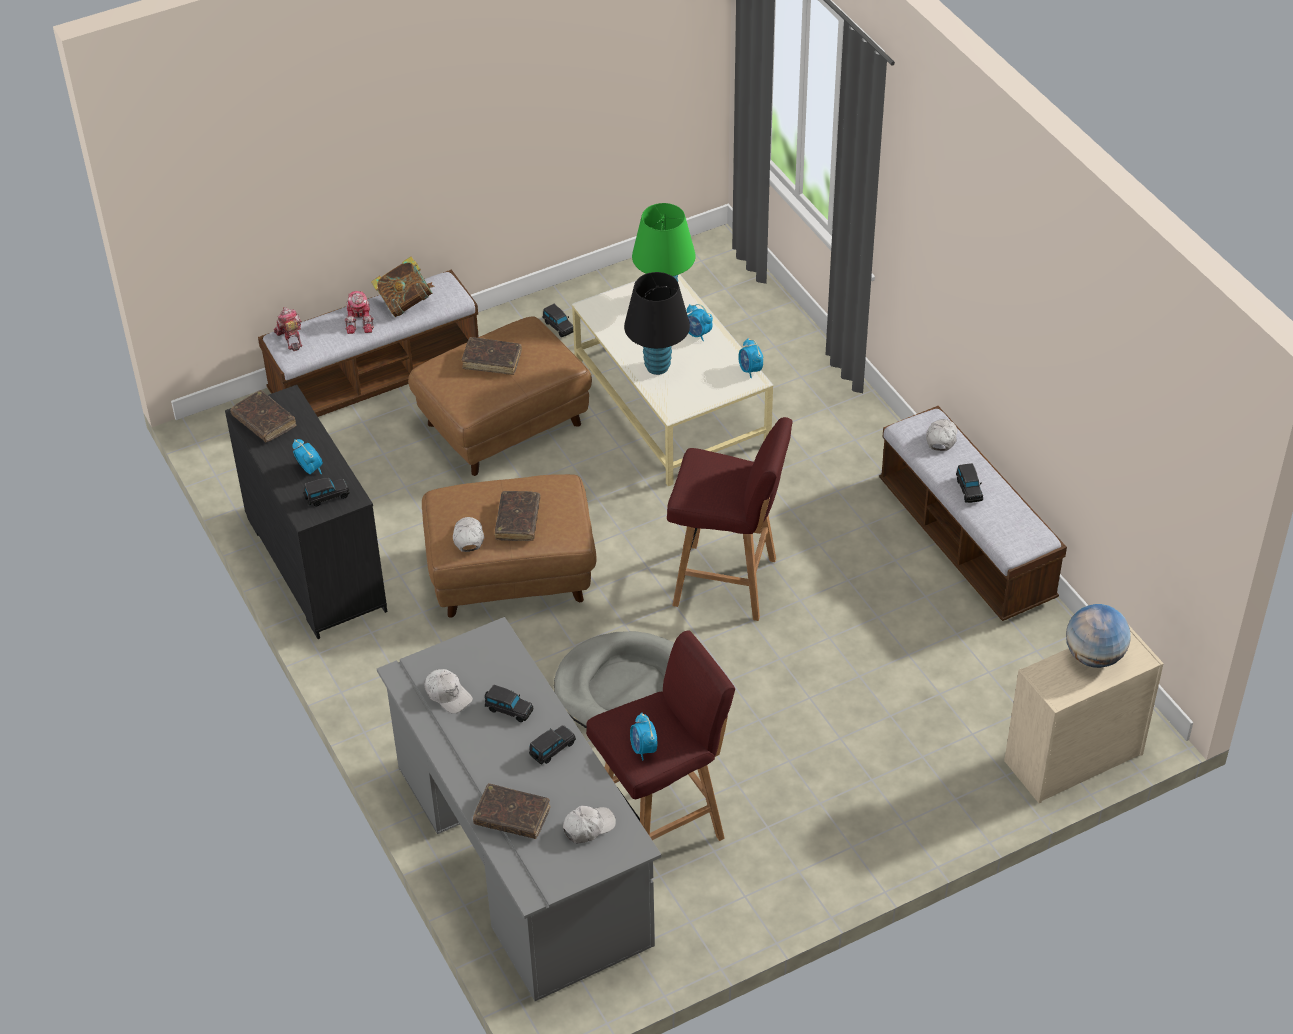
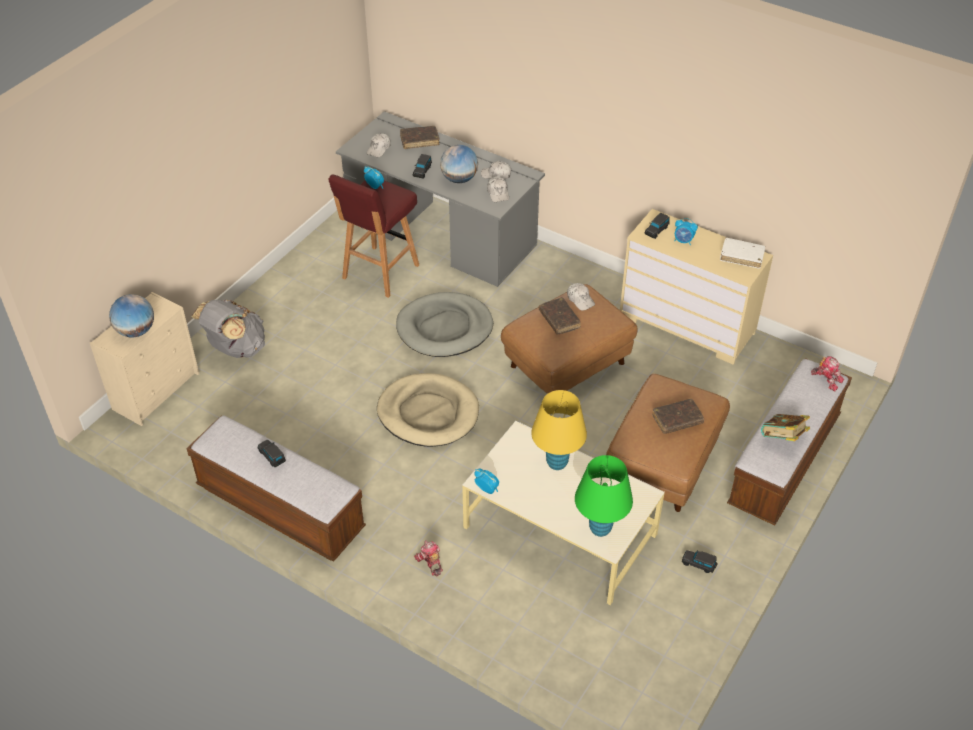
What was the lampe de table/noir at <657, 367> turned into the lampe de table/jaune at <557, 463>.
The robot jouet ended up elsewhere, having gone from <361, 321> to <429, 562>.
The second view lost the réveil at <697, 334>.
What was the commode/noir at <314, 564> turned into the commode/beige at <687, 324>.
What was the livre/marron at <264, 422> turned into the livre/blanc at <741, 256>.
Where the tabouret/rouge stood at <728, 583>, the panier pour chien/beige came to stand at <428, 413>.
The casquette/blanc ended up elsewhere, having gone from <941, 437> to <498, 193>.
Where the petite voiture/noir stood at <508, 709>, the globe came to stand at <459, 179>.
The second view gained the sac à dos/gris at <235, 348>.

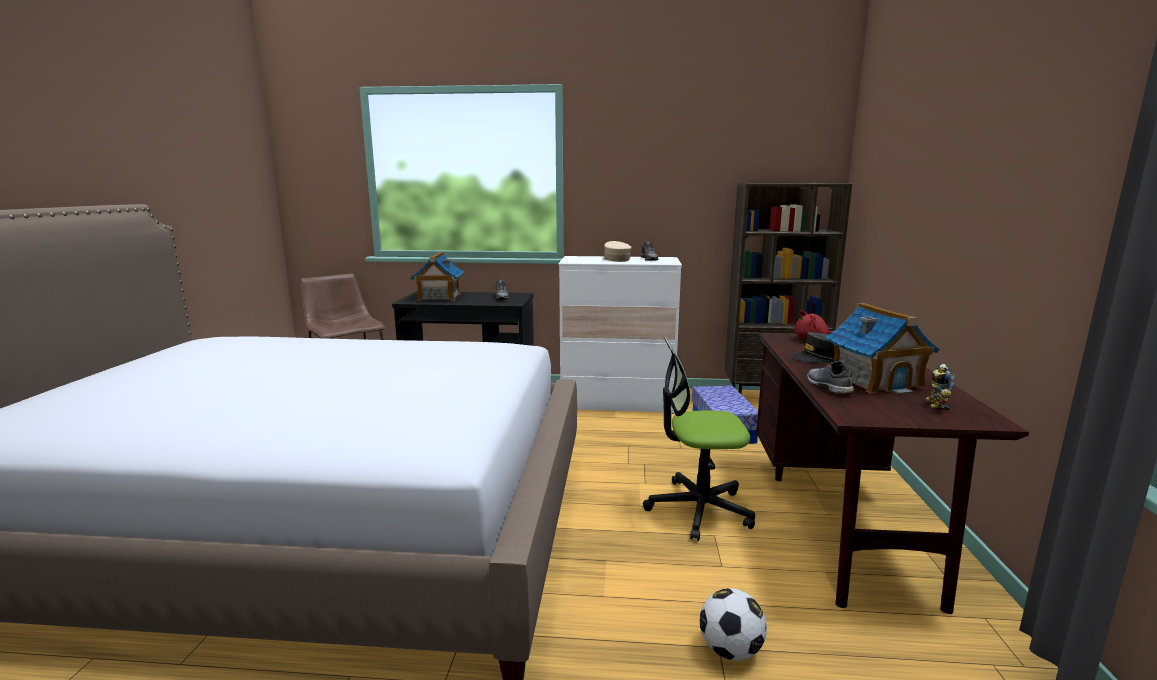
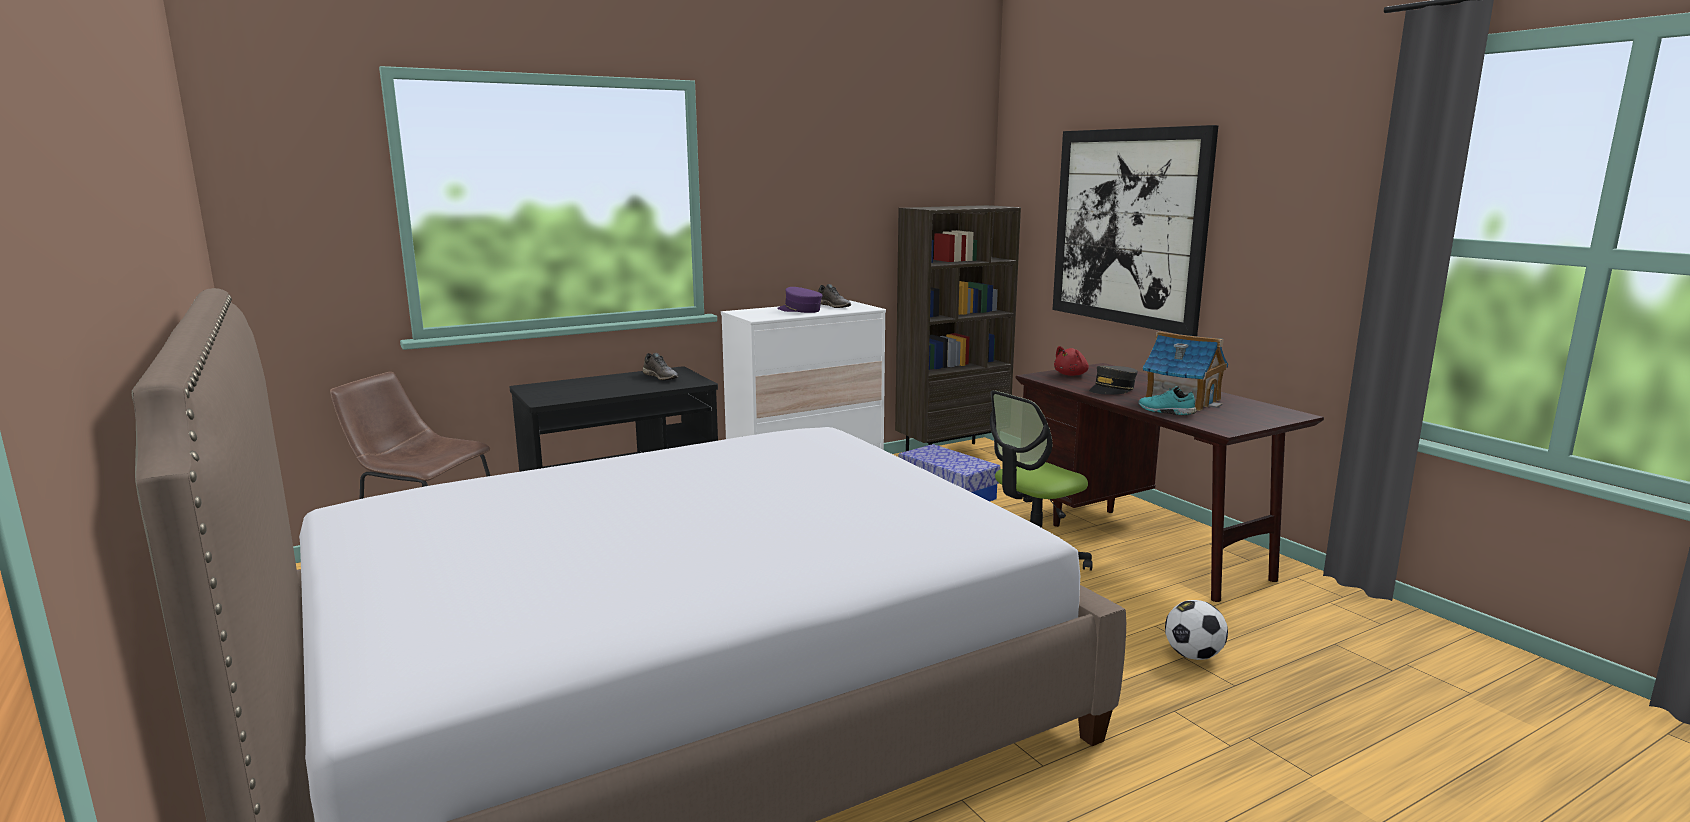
What was the casquette/beige at <615, 259> turned into the casquette/violet at <800, 310>.
The second view lost the maison miniature at <439, 297>.
What was the chaussure/gris at <827, 386> turned into the chaussure/turquoise at <1165, 411>.
The second view lost the robot jouet at <934, 405>.
The second view gained the tableau at <1128, 227>.

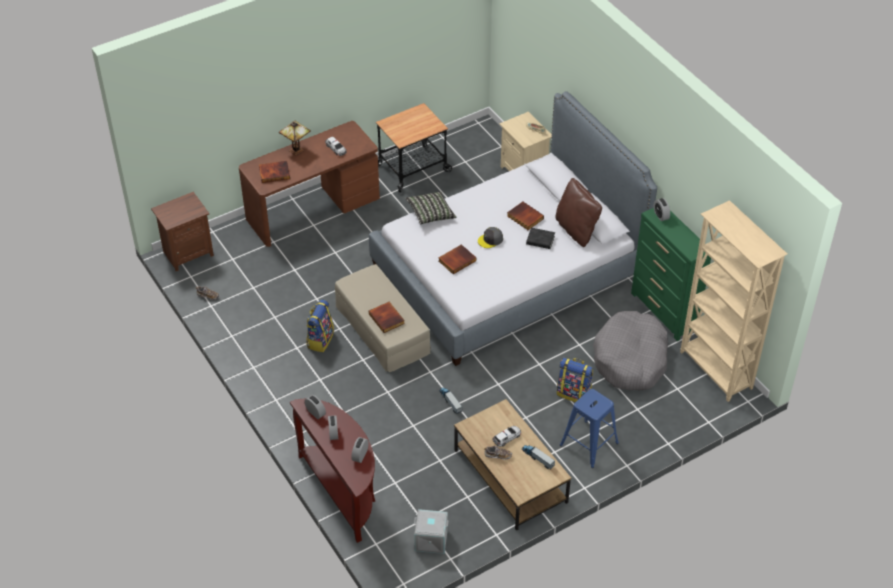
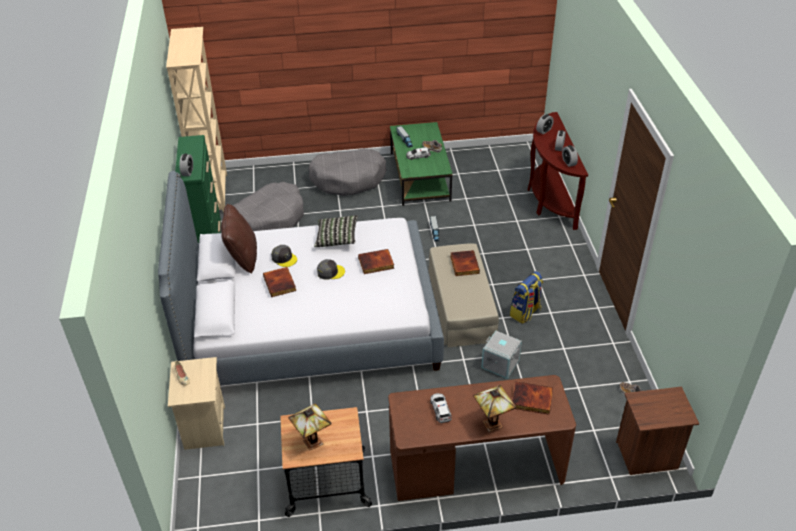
The coussin ended up elsewhere, having gone from <430, 214> to <336, 238>.
Where the livre/noir stood at <540, 240>, the casquette/gris came to stand at <284, 258>.
The second view lost the sac à dos at <574, 393>.
Where the tabouret/bleu stood at <589, 443>, the panier pour chien/gris came to stand at <348, 179>.
What was the table basse/marron at <509, 475> turned into the table basse/vert at <420, 176>.
The boîte de rangement/gris ended up elsewhere, having gone from <431, 540> to <501, 363>.
The second view gained the lampe de table at <312, 443>.

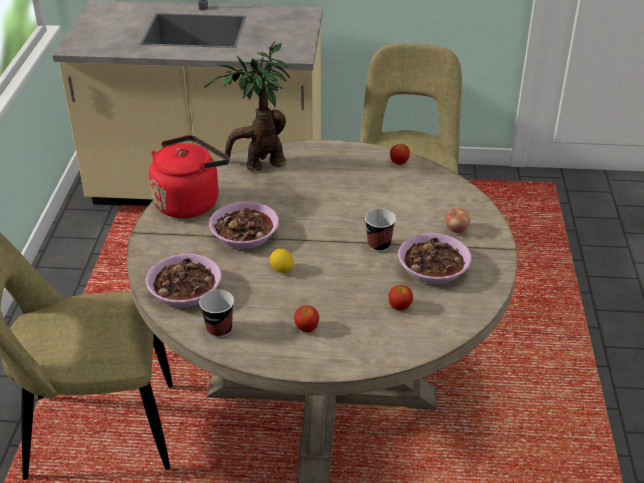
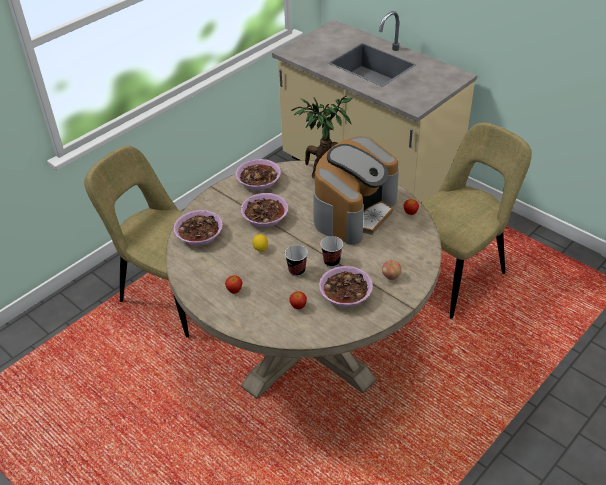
Where the bouilloire/rouge stood at <189, 201>, the bol came to stand at <259, 181>.
The tasse ended up elsewhere, having gone from <219, 329> to <297, 270>.
The second view gained the machine à café at <354, 211>.

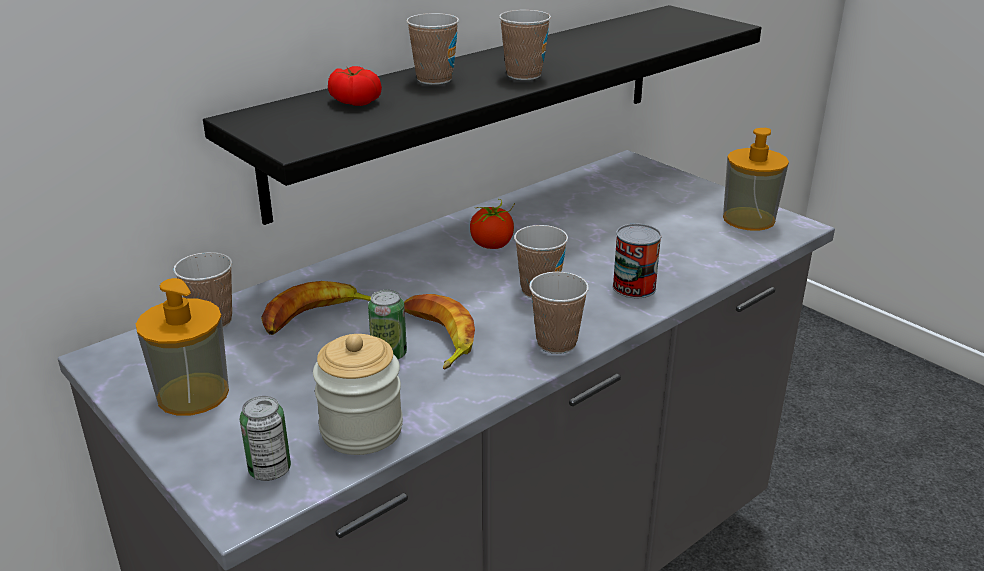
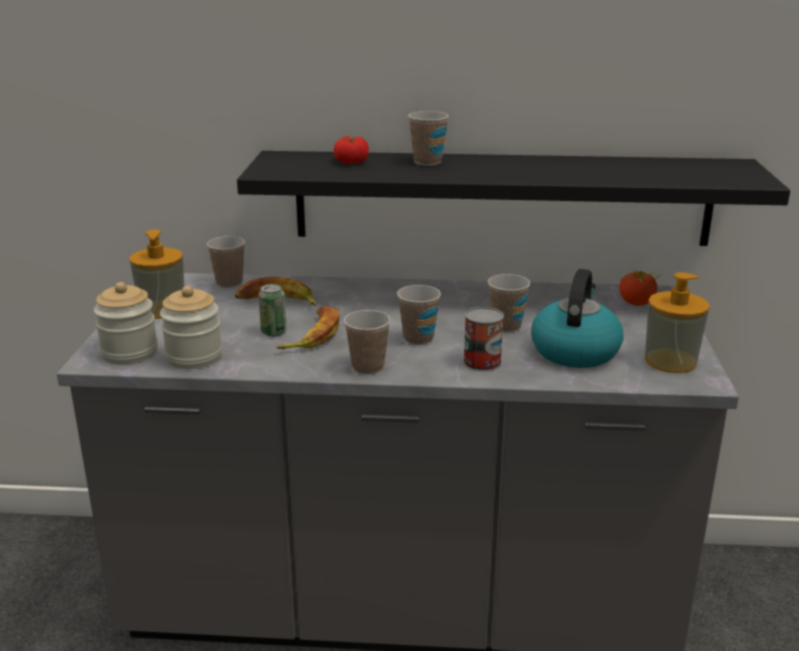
The tasse ended up elsewhere, having gone from <524, 75> to <506, 326>.
The tomate ended up elsewhere, having gone from <492, 245> to <636, 303>.
Where the boîte métallique stood at <270, 470>, the bocal came to stand at <130, 353>.
The second view gained the bouilloire at <574, 351>.

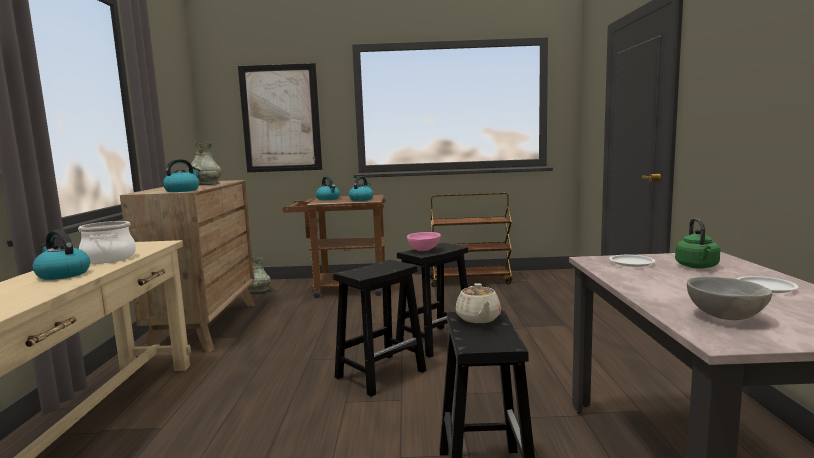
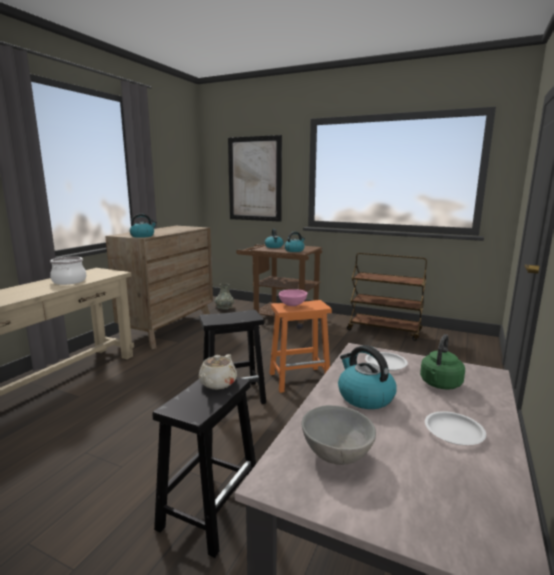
The second view lost the vase/gris at <205, 184>.
The bouilloire ended up elsewhere, having gone from <62, 274> to <364, 397>.
What was the tabouret/noir at <436, 340> turned into the tabouret/orange at <300, 379>.

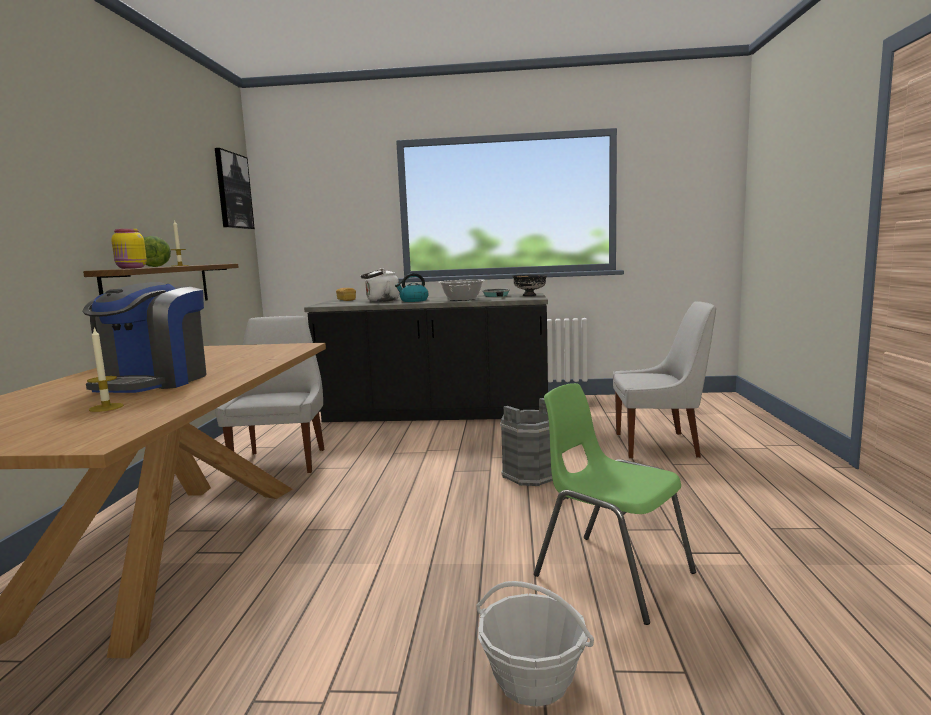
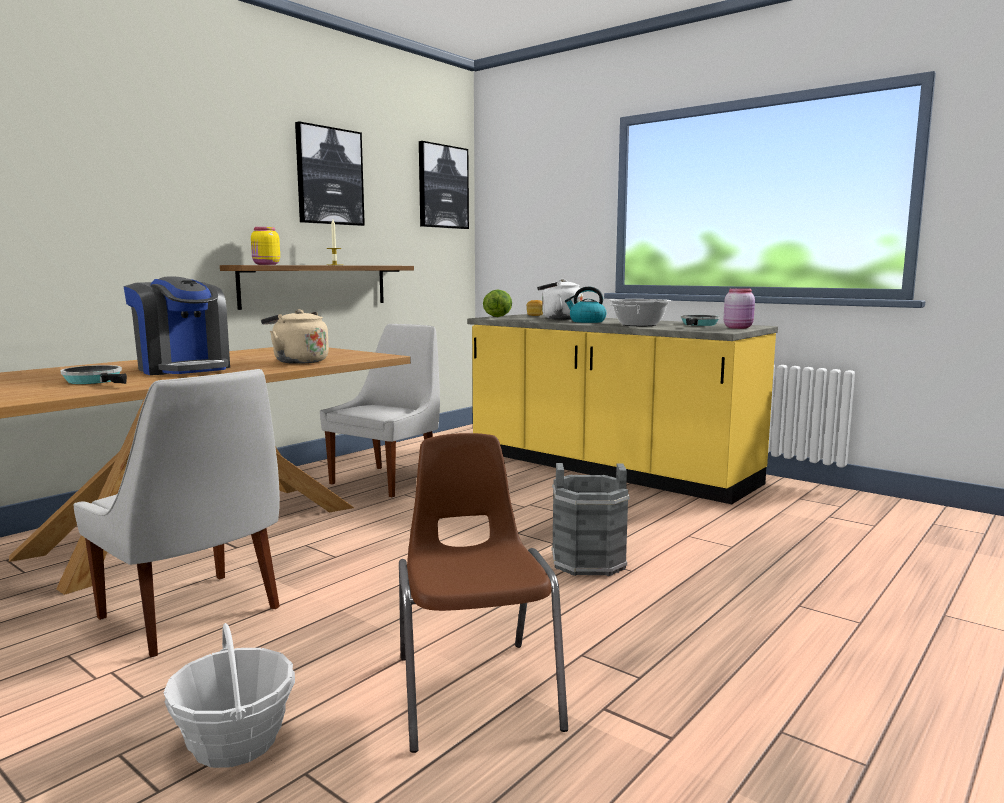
The laitue ended up elsewhere, having gone from <155, 267> to <498, 316>.
Where the bol/noir stood at <530, 295>, the bocal/rose came to stand at <738, 327>.
The machine à café at <154, 382> ended up facing another way, 90 degrees counterclockwise from before.
What was the comptoir de cuisine/noir at <435, 413> turned into the comptoir de cuisine/jaune at <607, 469>.
The chaise/blanc ended up elsewhere, having gone from <660, 445> to <193, 615>.
Where the bougie stood at <106, 407>, the poêle came to stand at <95, 381>.
What was the chaise/vert at <611, 574> turned into the chaise/marron at <475, 690>.
The second view gained the tableau at <329, 176>.
The second view gained the bouilloire/beige at <298, 361>.

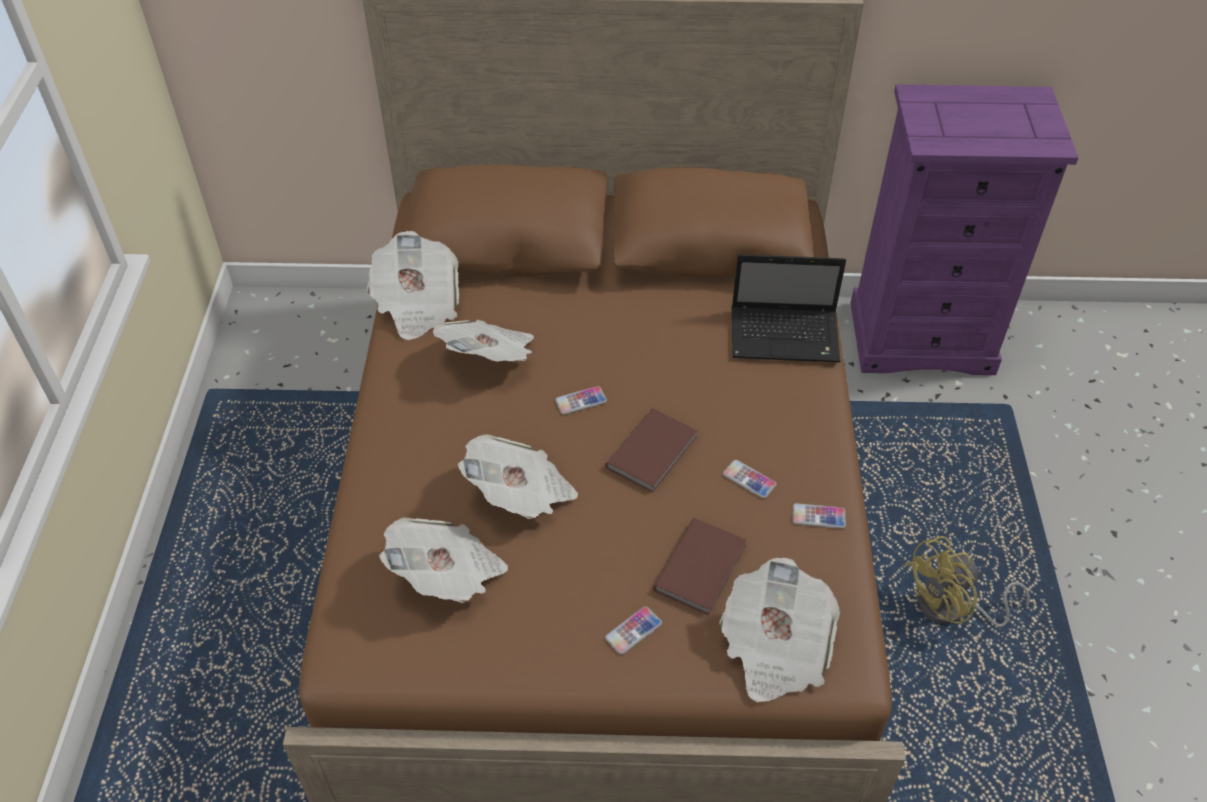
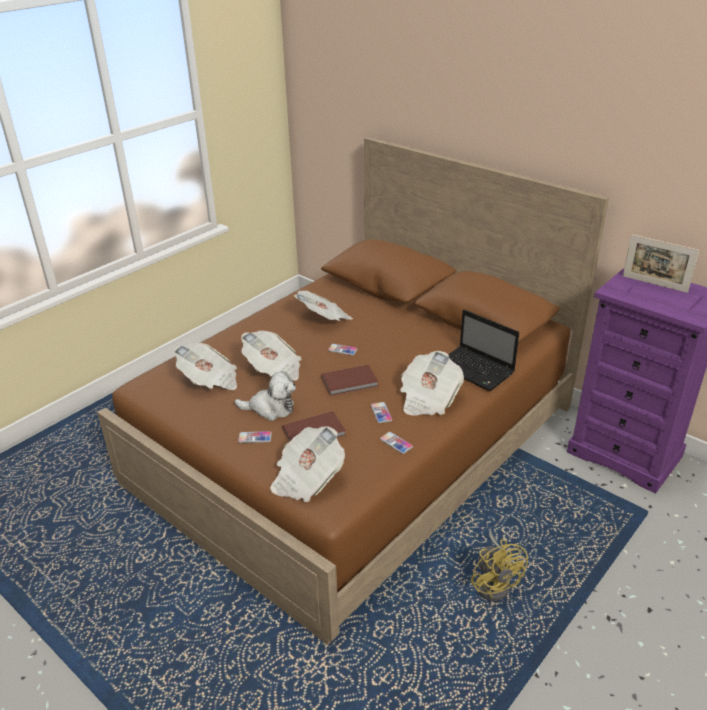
The journal ended up elsewhere, having gone from <417, 305> to <428, 399>.
The ventilateur/jaune at <952, 609> ended up facing another way, 120 degrees counterclockwise from before.
The second view gained the cadre photo at <654, 284>.
The second view gained the peluche at <270, 408>.

